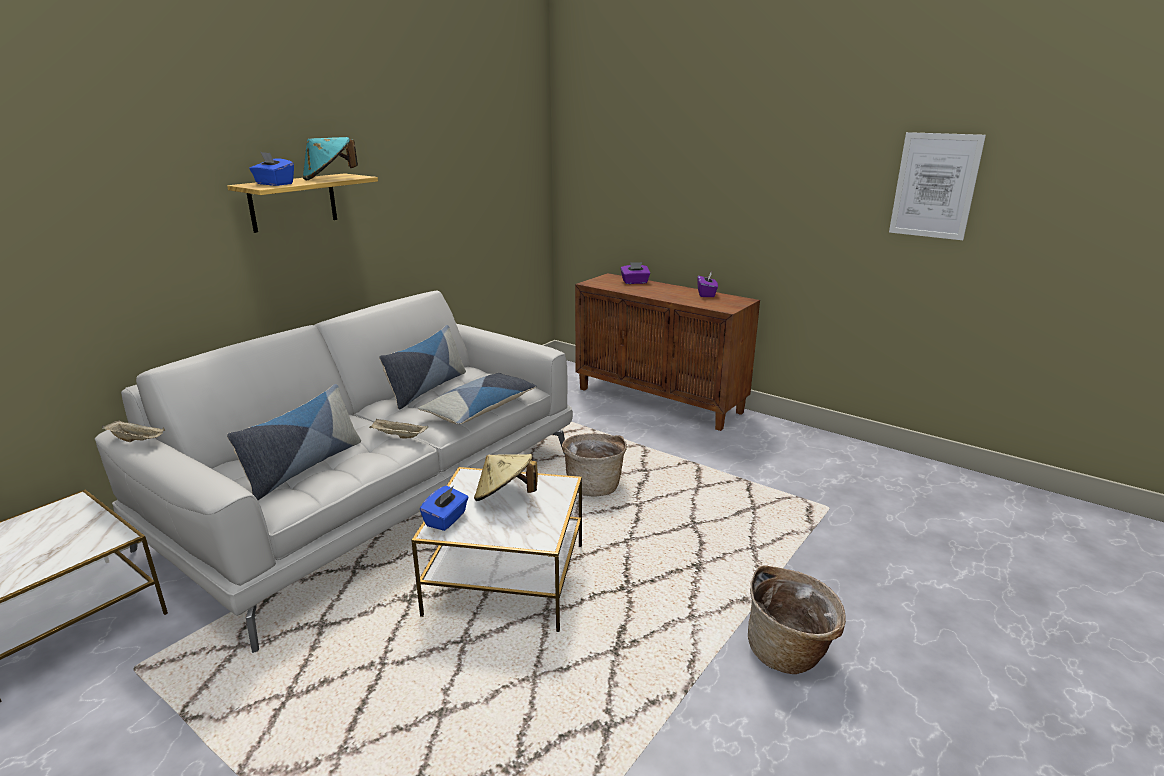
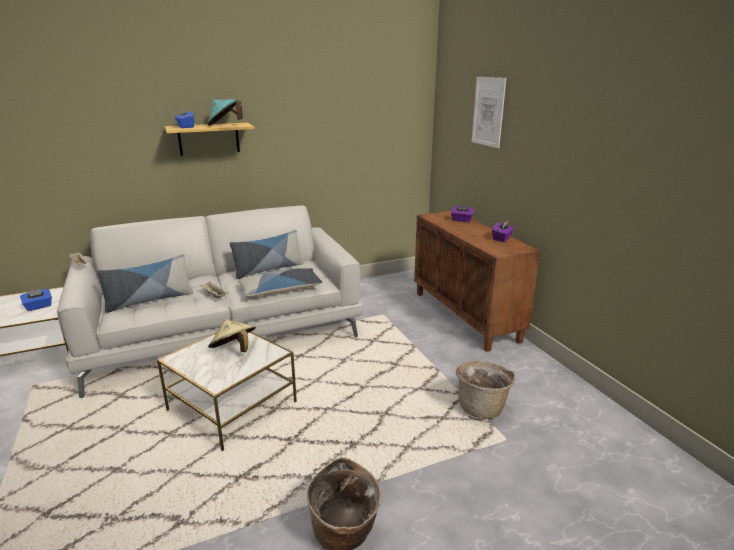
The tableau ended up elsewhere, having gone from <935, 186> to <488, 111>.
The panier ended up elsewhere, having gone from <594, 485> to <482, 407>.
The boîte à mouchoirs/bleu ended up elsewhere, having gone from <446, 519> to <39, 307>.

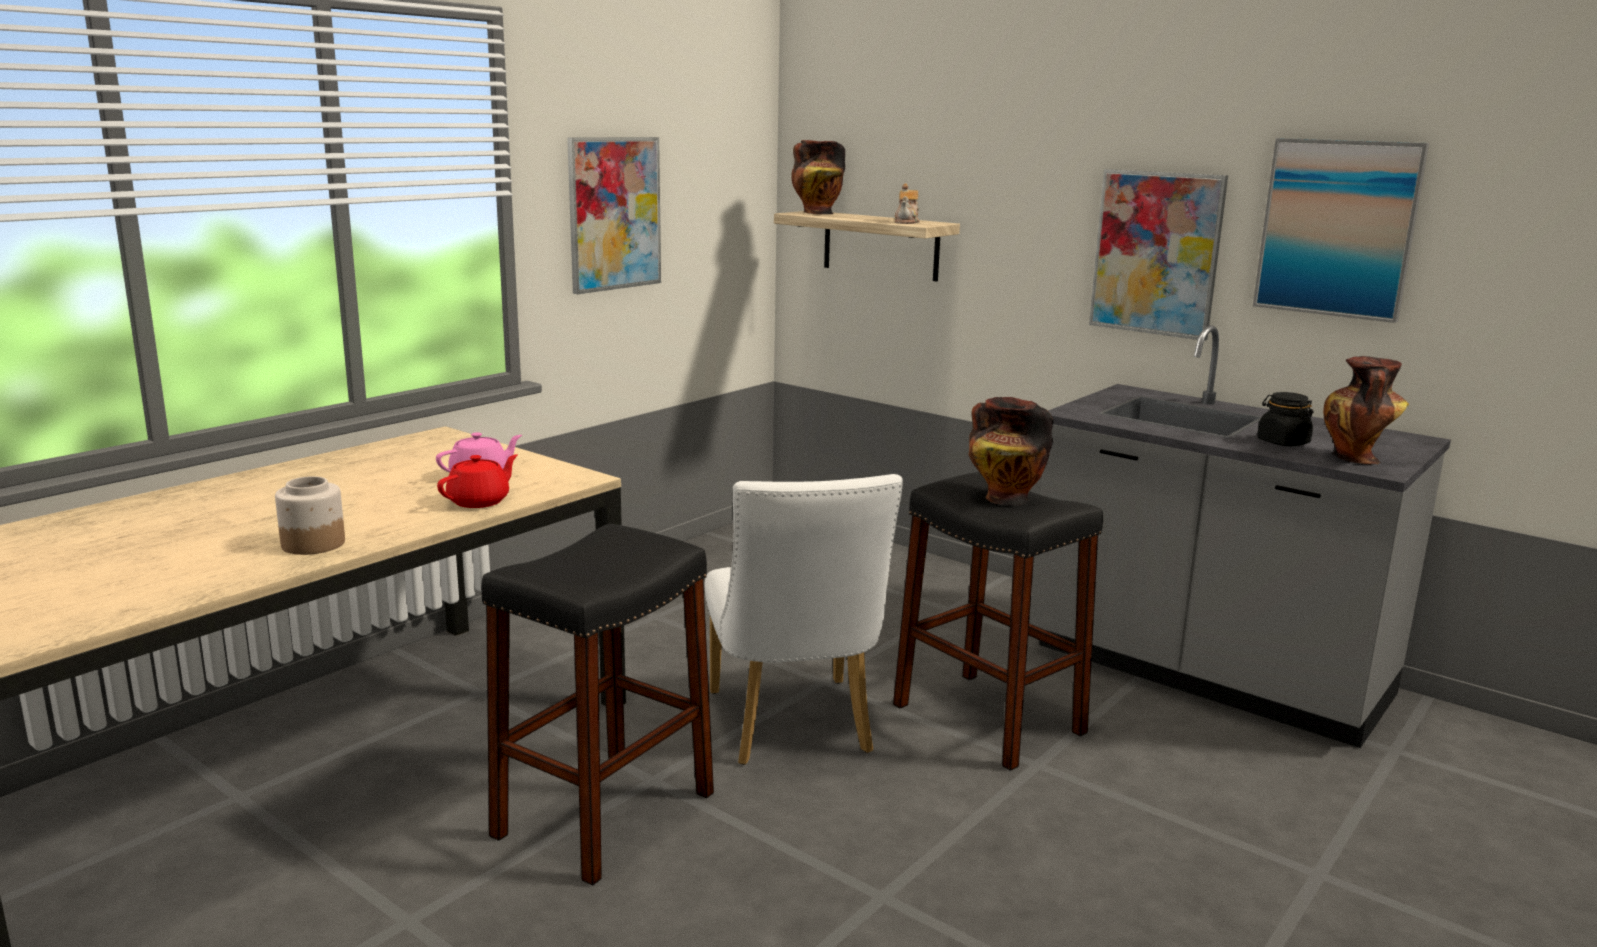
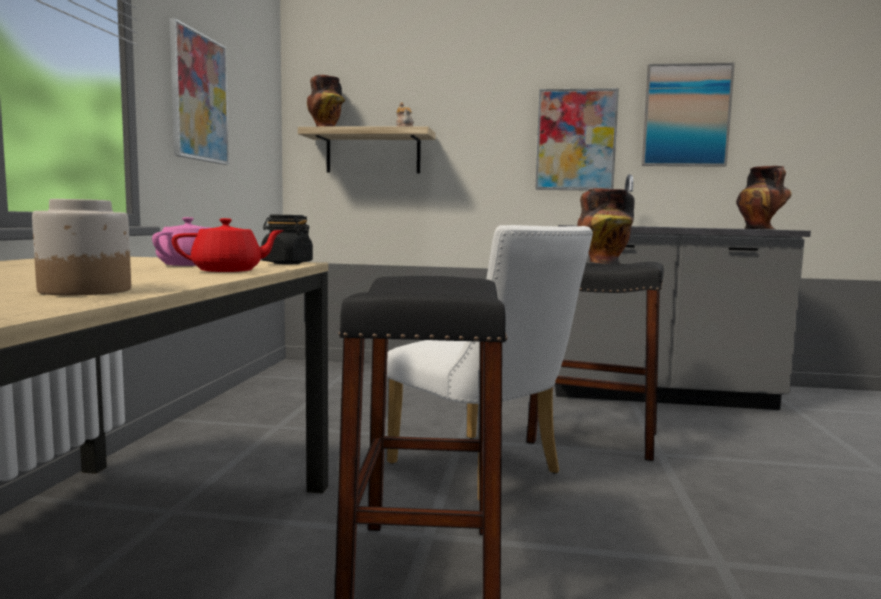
The bocal/noir ended up elsewhere, having gone from <1282, 442> to <286, 263>.
The théière/rouge at <480, 501> ended up facing another way, 60 degrees clockwise from before.

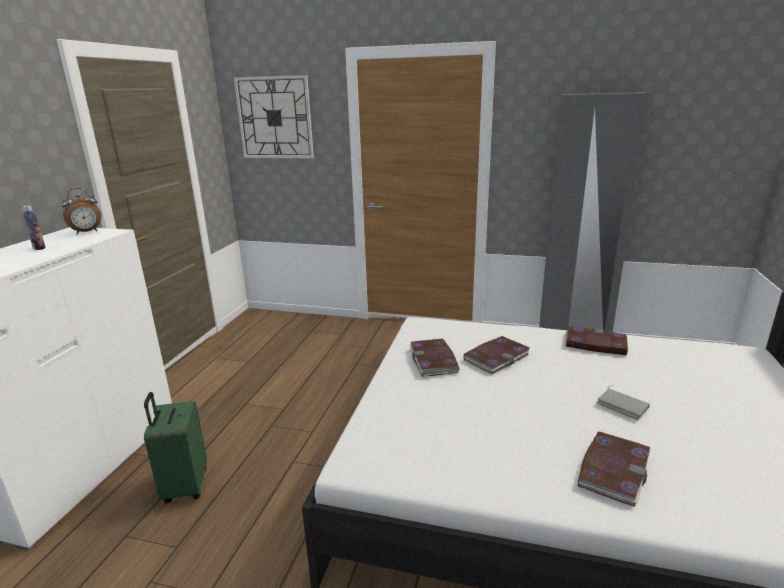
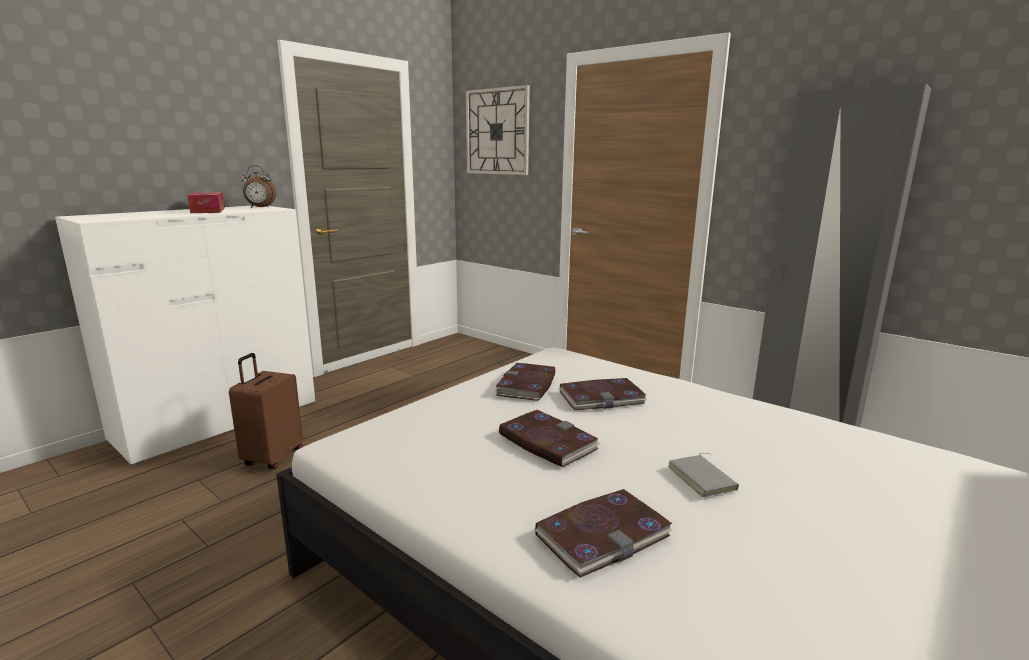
Where the bouteille stood at <39, 248>, the boîte à mouchoirs came to stand at <208, 210>.
The livre ended up elsewhere, having gone from <595, 343> to <547, 442>.
What was the valise/vert at <184, 486> turned into the valise/marron at <272, 458>.

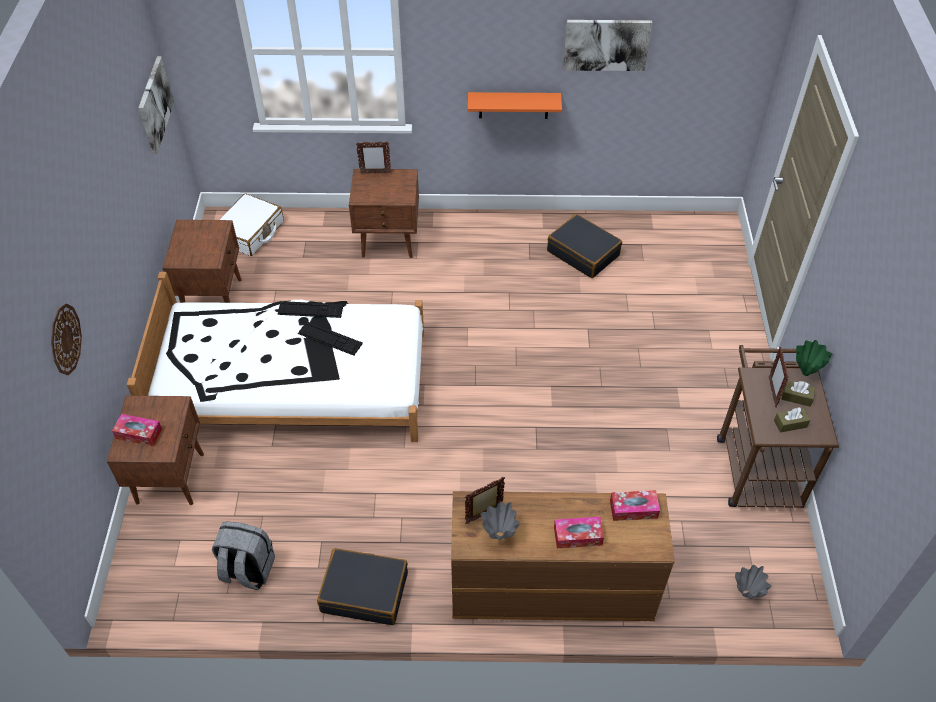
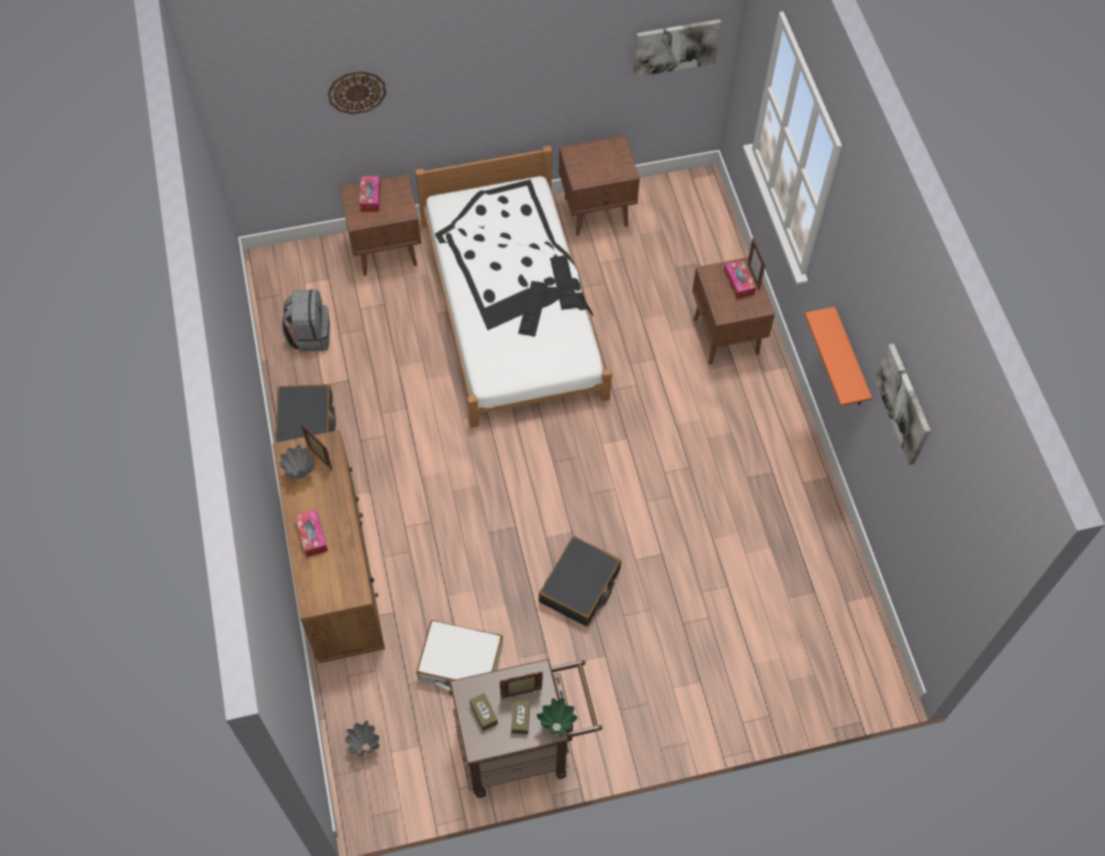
The valise/blanc ended up elsewhere, having gone from <250, 232> to <460, 663>.
The valise/noir ended up elsewhere, having gone from <583, 253> to <580, 586>.
The boîte à mouchoirs ended up elsewhere, having gone from <633, 509> to <738, 282>.

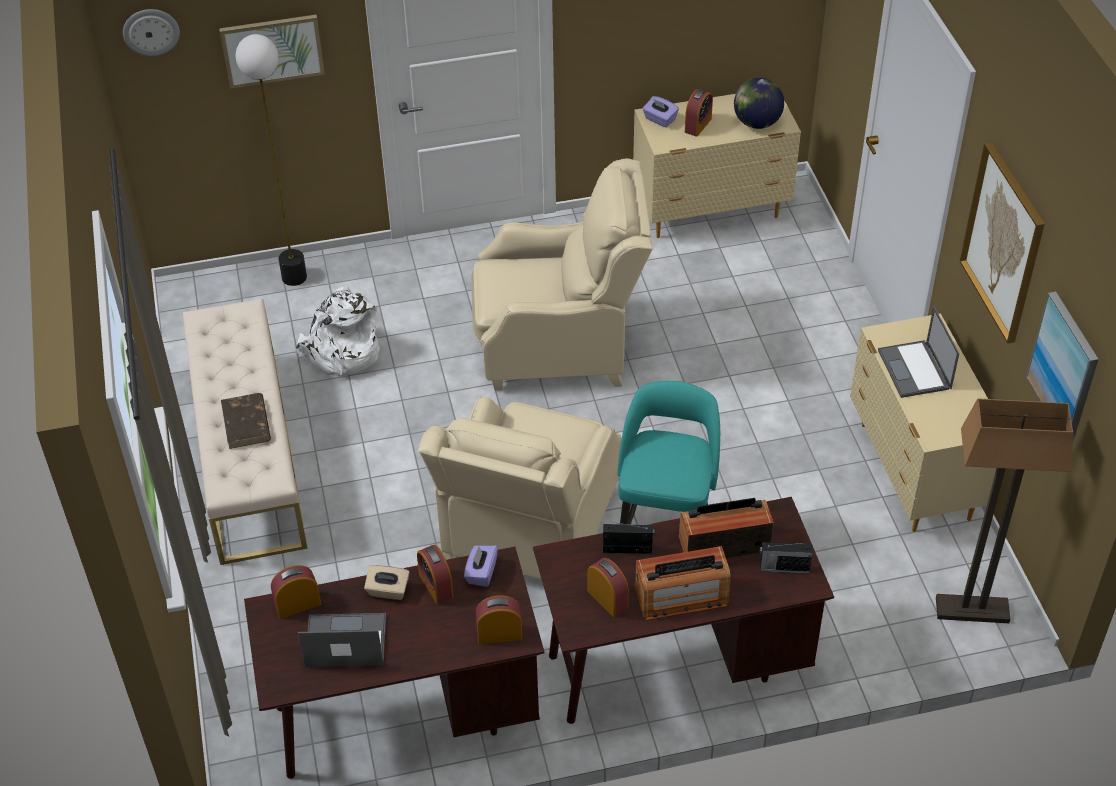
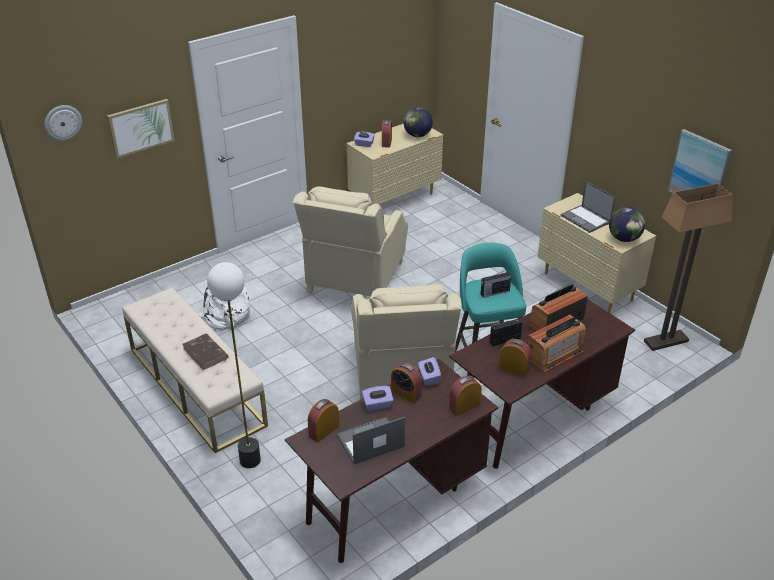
The lampadaire ended up elsewhere, having gone from <294, 277> to <250, 460>.
The second view lost the tableau at <1003, 243>.
The fauteuil/beige at <560, 345> ended up facing another way, 135 degrees clockwise from before.
The radio ended up elsewhere, having gone from <783, 568> to <494, 292>.
What was the boîte à mouchoirs/beige at <388, 591> turned into the boîte à mouchoirs/violet at <377, 405>.
The second view gained the globe at <624, 239>.

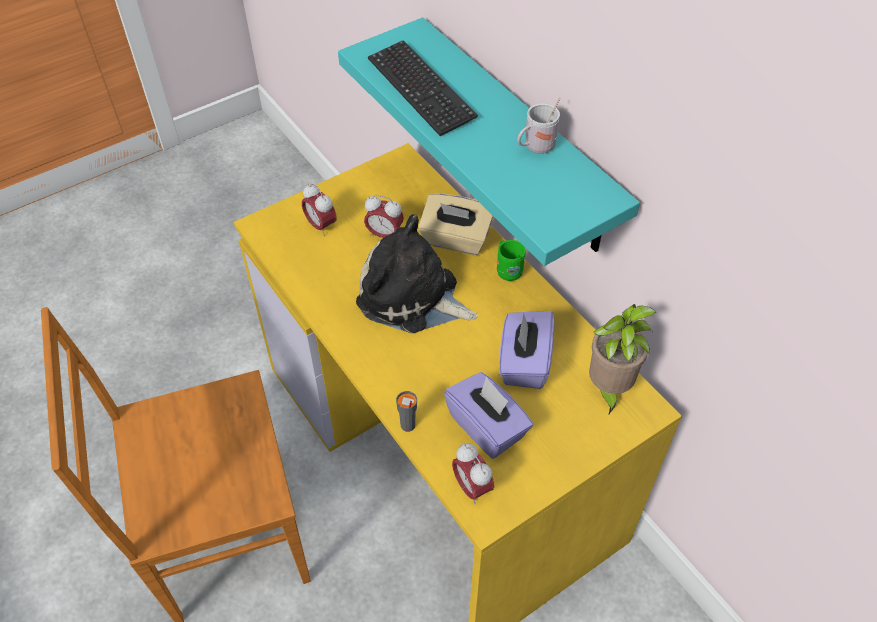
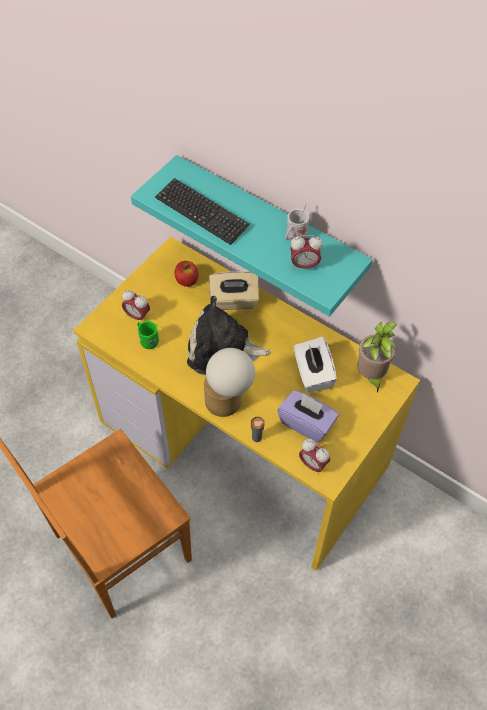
The réveil ended up elsewhere, having gone from <384, 235> to <304, 265>.
The mug/vert ended up elsewhere, having gone from <507, 270> to <147, 341>.
What was the boîte à mouchoirs/violet at <524, 363> turned into the boîte à mouchoirs/blanc at <312, 374>.
The second view gained the pomme at <186, 280>.
The second view gained the lampe de table at <228, 403>.

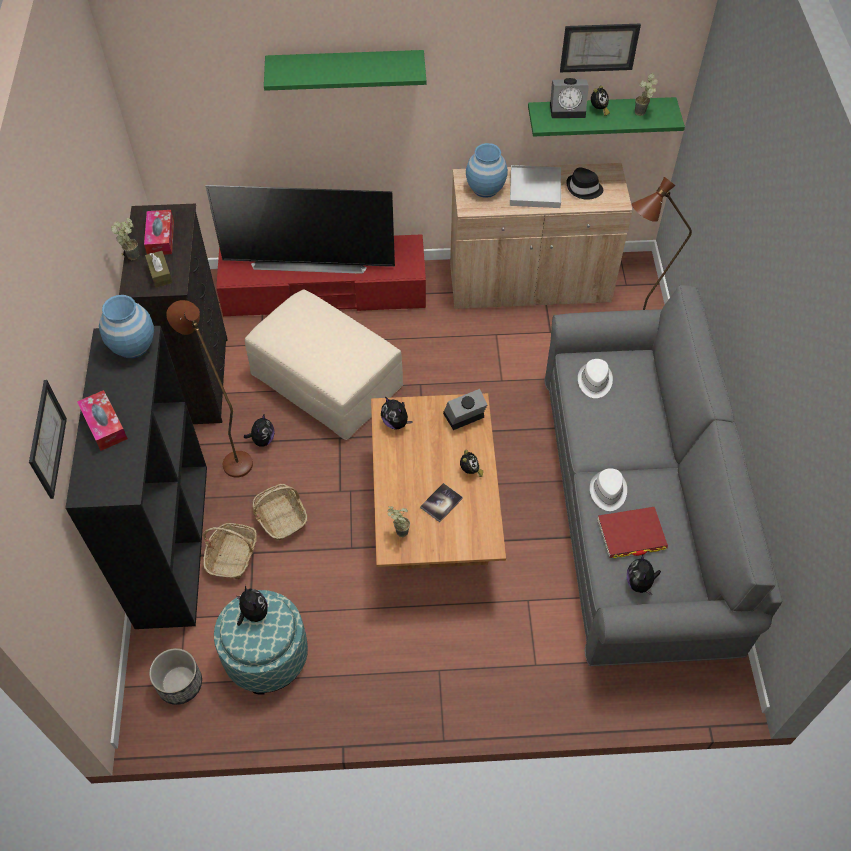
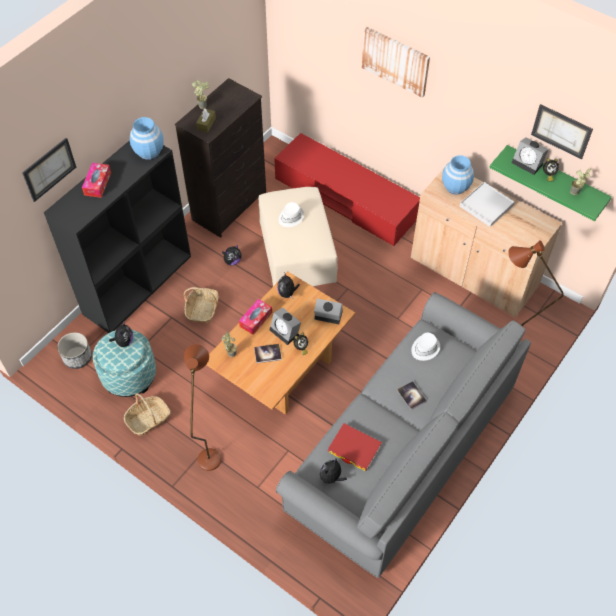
Where the étagère/vert hung at <345, 69>, the tableau came to hang at <395, 61>.
The second view lost the chapeau/noir at <583, 189>.
The second view lost the téléviseur at <309, 260>.
The boîte à mouchoirs ended up elsewhere, having gone from <160, 238> to <256, 319>.
The lampadaire/marron ended up elsewhere, having gone from <231, 457> to <210, 451>.
The chapeau/blanc ended up elsewhere, having gone from <607, 491> to <290, 217>.
The panier ended up elsewhere, having gone from <232, 556> to <148, 419>.
The second view gained the réveil at <286, 332>.
The second view gained the livre at <411, 396>.

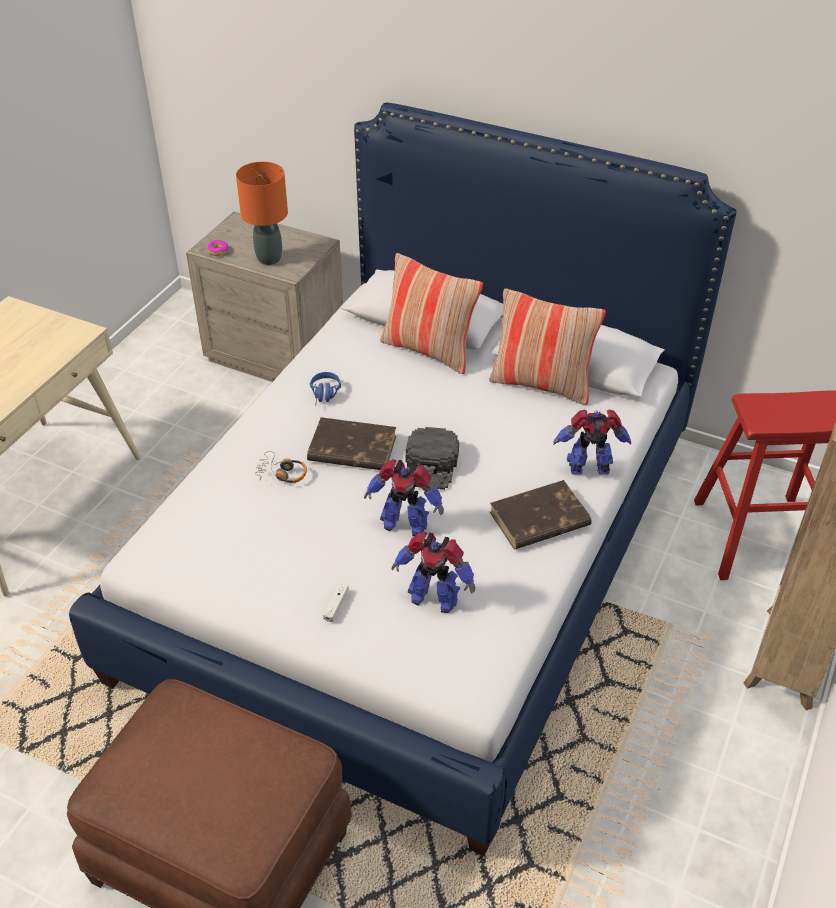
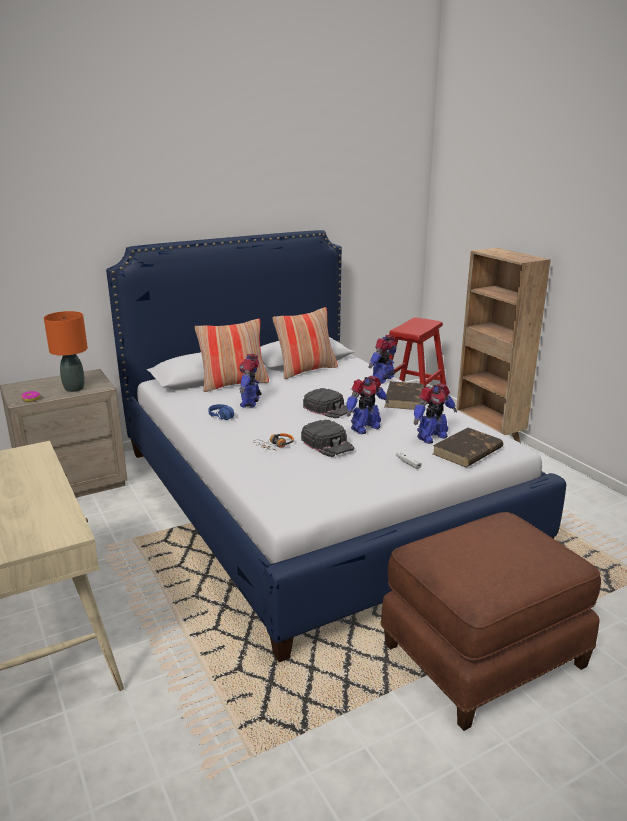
The livre/marron ended up elsewhere, having gone from <351, 449> to <467, 451>.
The second view gained the robot jouet at <251, 402>.
The second view gained the casquette/noir at <328, 443>.

